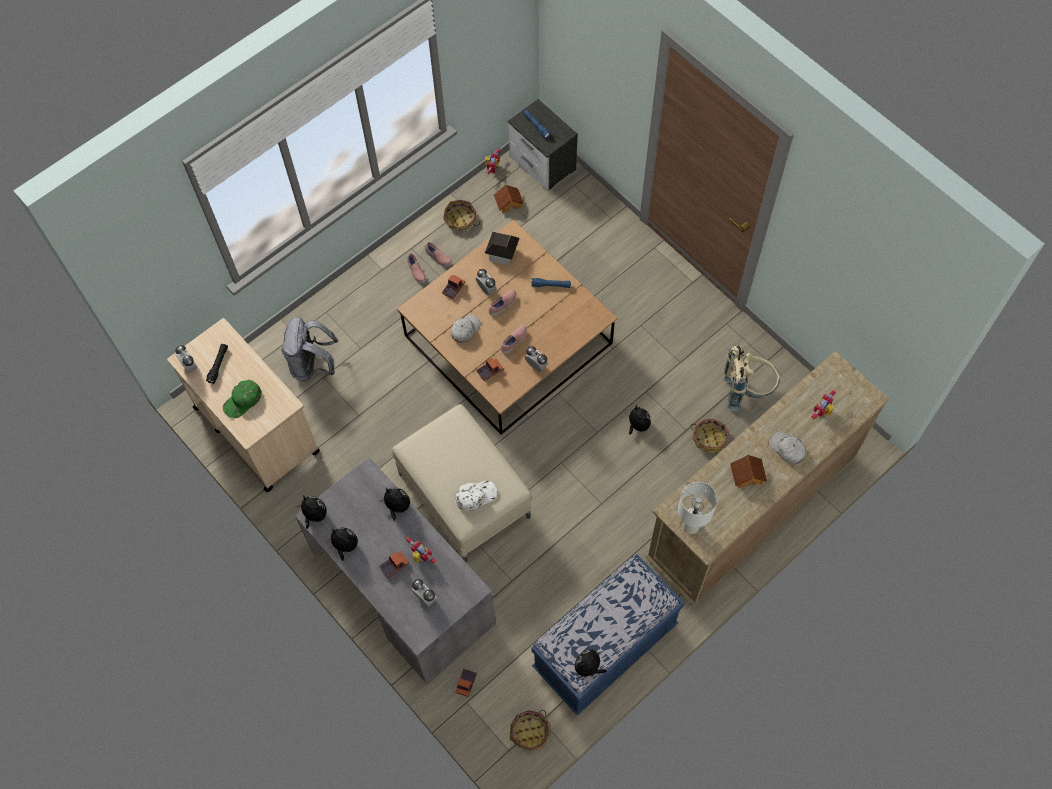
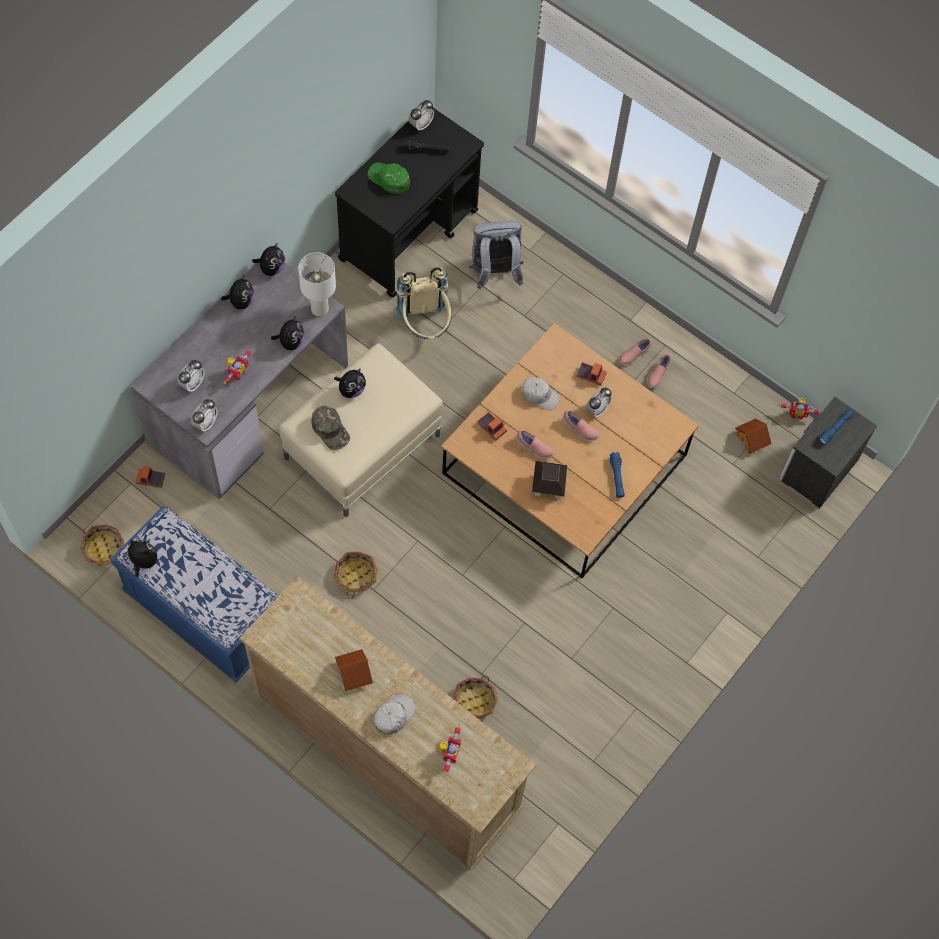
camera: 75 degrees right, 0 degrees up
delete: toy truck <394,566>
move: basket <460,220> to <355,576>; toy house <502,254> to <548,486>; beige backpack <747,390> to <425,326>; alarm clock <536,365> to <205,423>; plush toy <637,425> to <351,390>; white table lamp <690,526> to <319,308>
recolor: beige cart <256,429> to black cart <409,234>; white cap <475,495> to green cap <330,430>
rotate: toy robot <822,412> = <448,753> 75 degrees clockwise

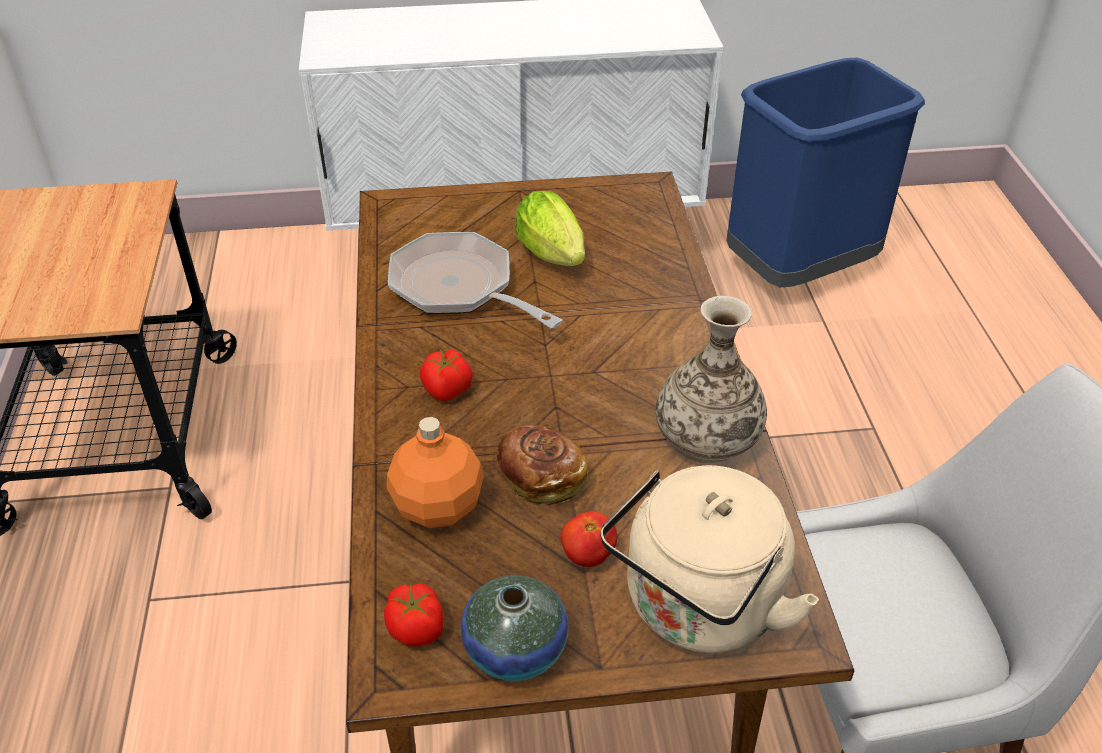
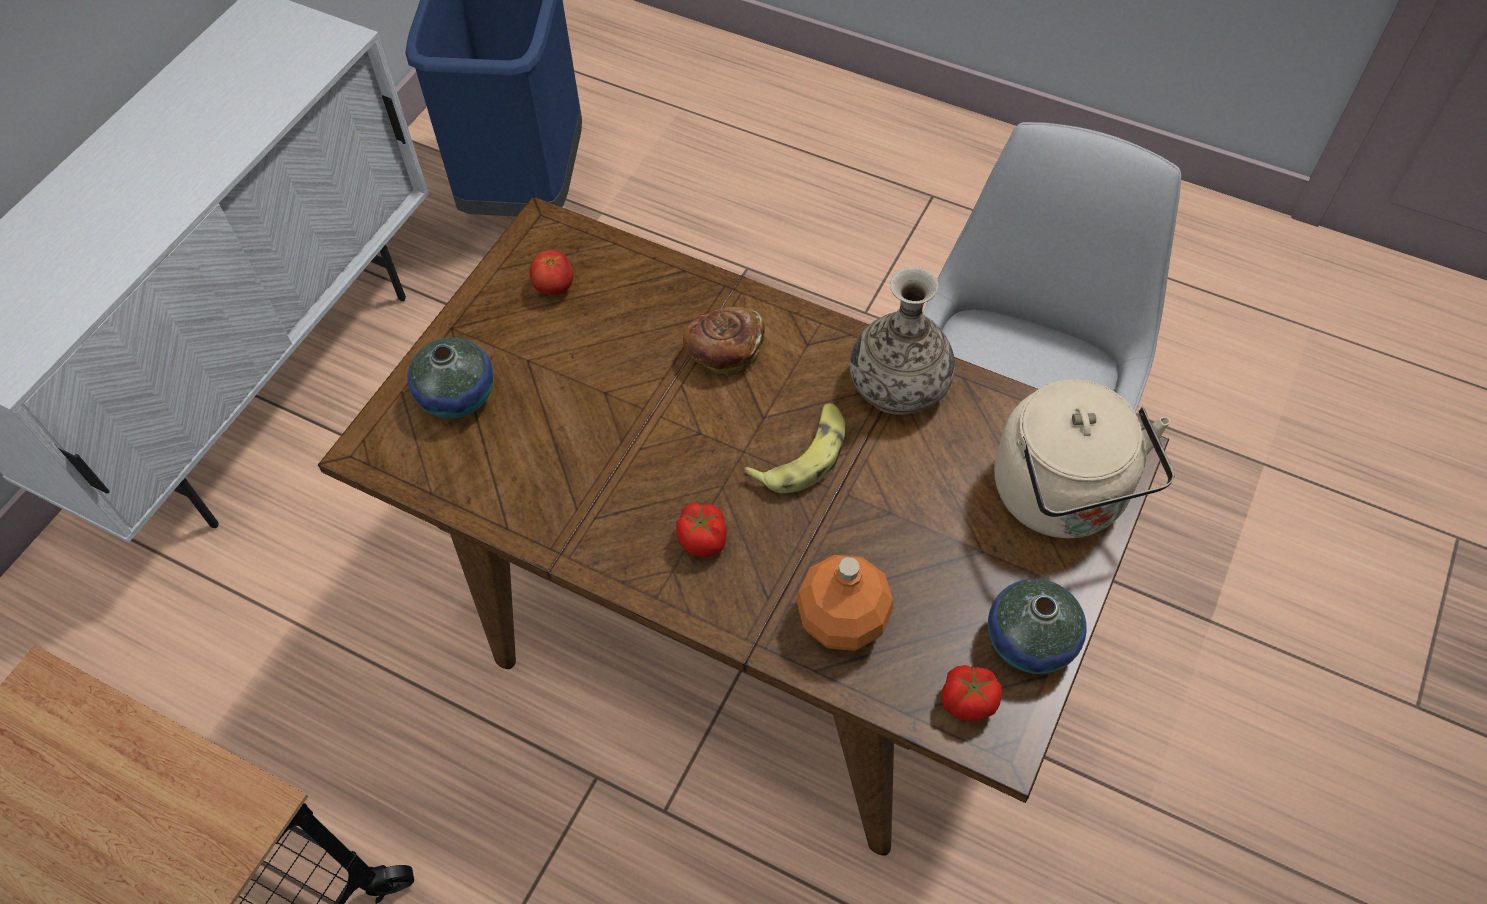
camera: 55 degrees left, 15 degrees up
delete: lettuce <554,257>; frying pan <459,288>
insert: vase <457,396>; banana <803,455>
move: bread <541,478> to <724,352>; tomato <588,555> to <554,287>

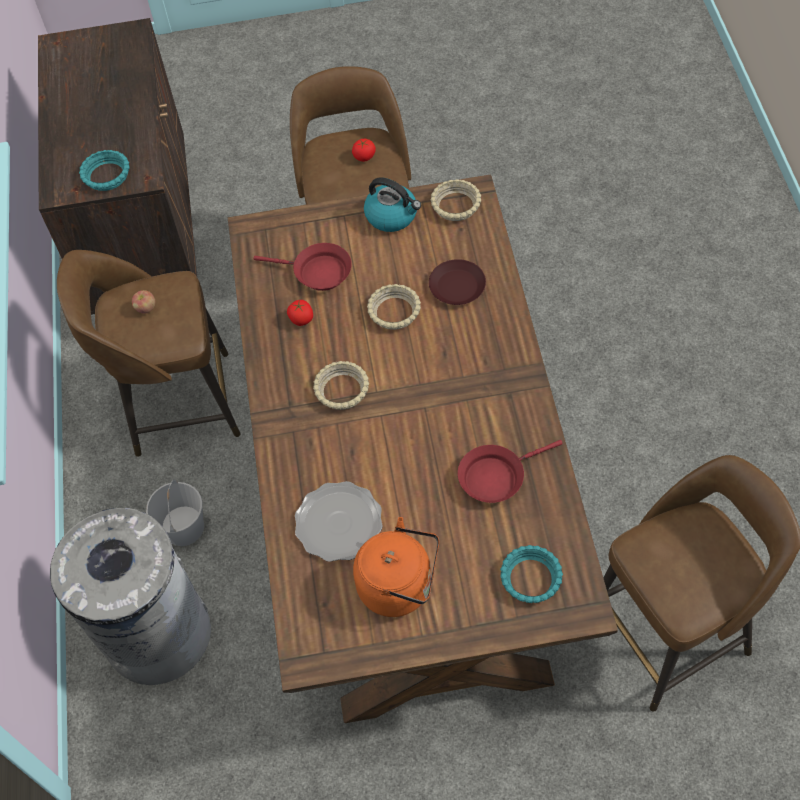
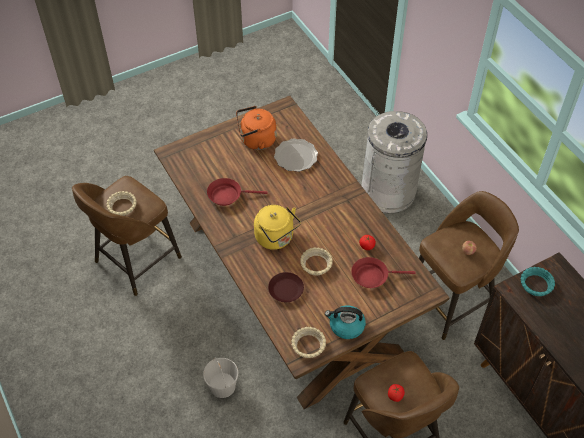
camera: 155 degrees right, 5 degrees down
delete: turquoise bowl <530,578>
insert: yellow kettle <276,238>
move: beige bowl <342,390> to <122,206>; white bucket <184,528> to <222,386>
rotate: red frying pan <496,476> = <228,195> 135 degrees counterclockwise

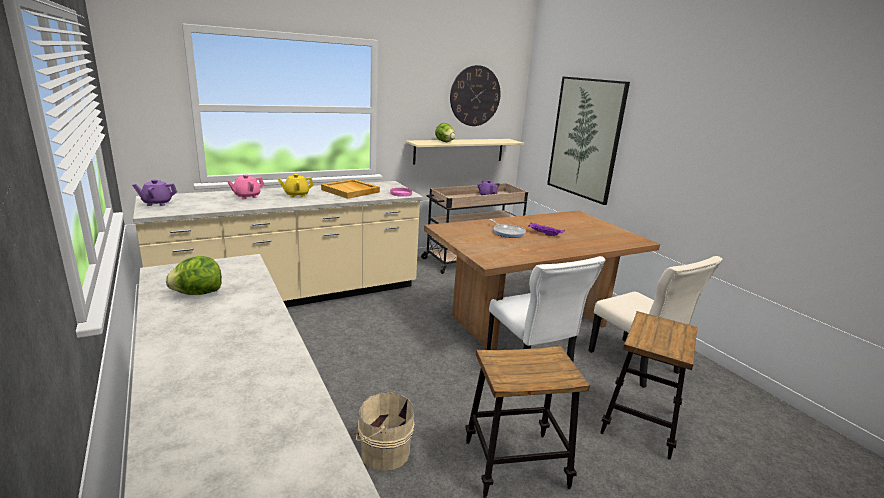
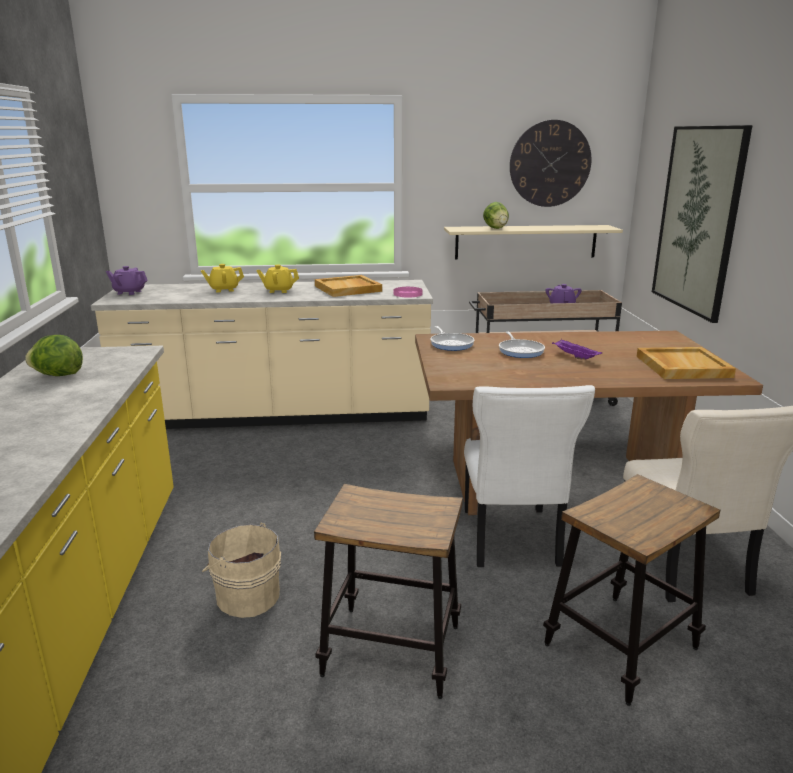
camera: 25 degrees right, 0 degrees up
insert: frying pan <451,344>; beige tray <682,366>
recolor: pink teapot <247,196> to yellow teapot <224,290>

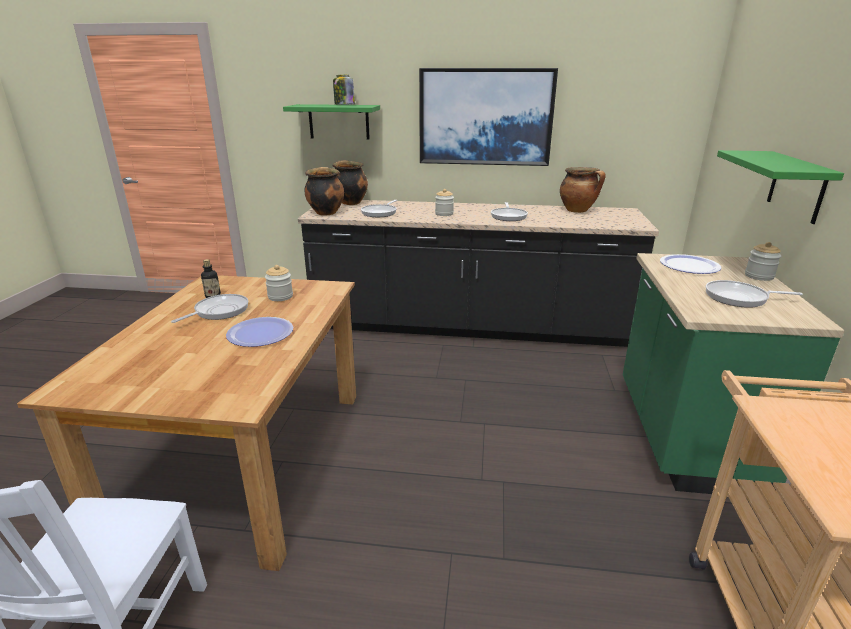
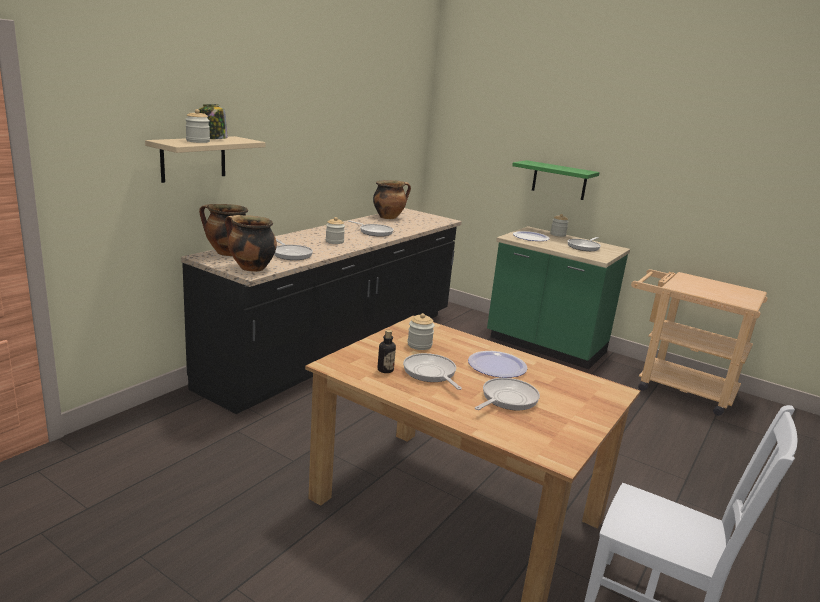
camera: 65 degrees left, 5 degrees down
delete: picture <485,117>
insert: jar <198,141>; frying pan <507,399>
recolor: green shelf <339,122> to beige shelf <193,158>

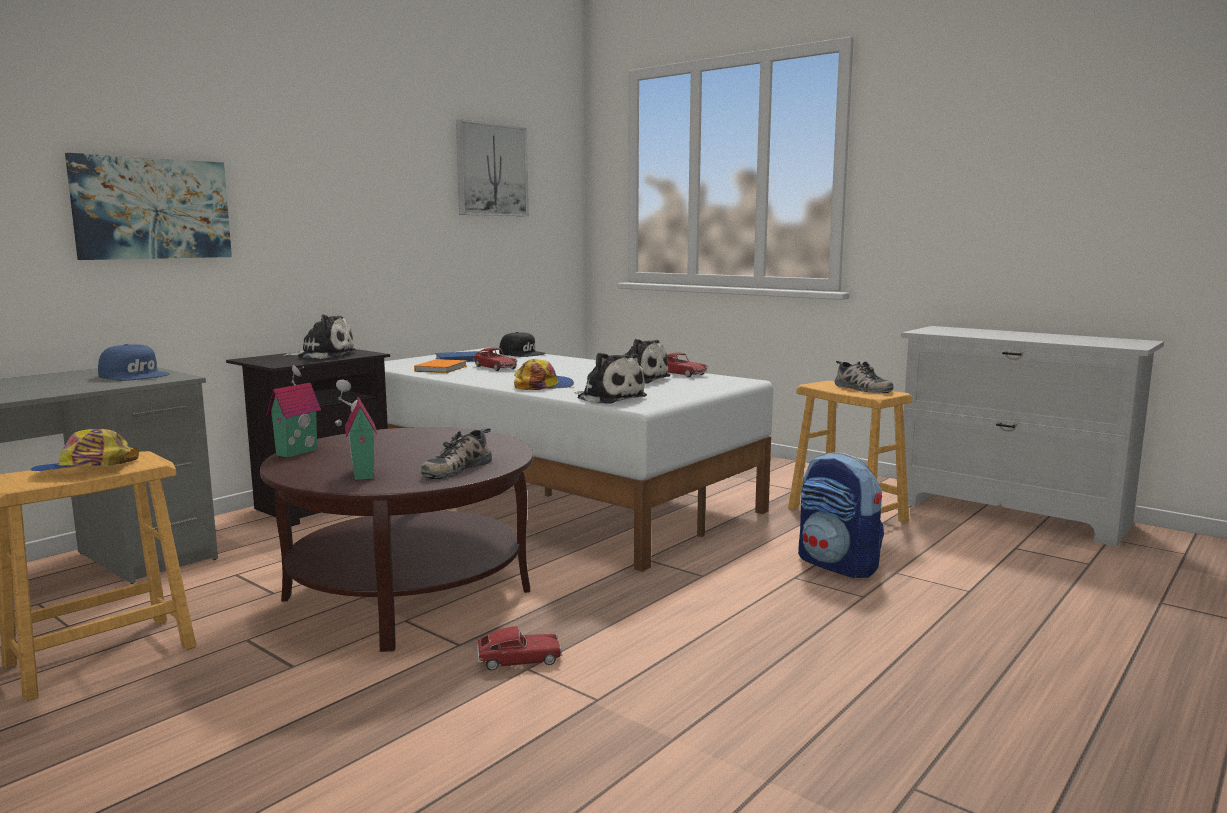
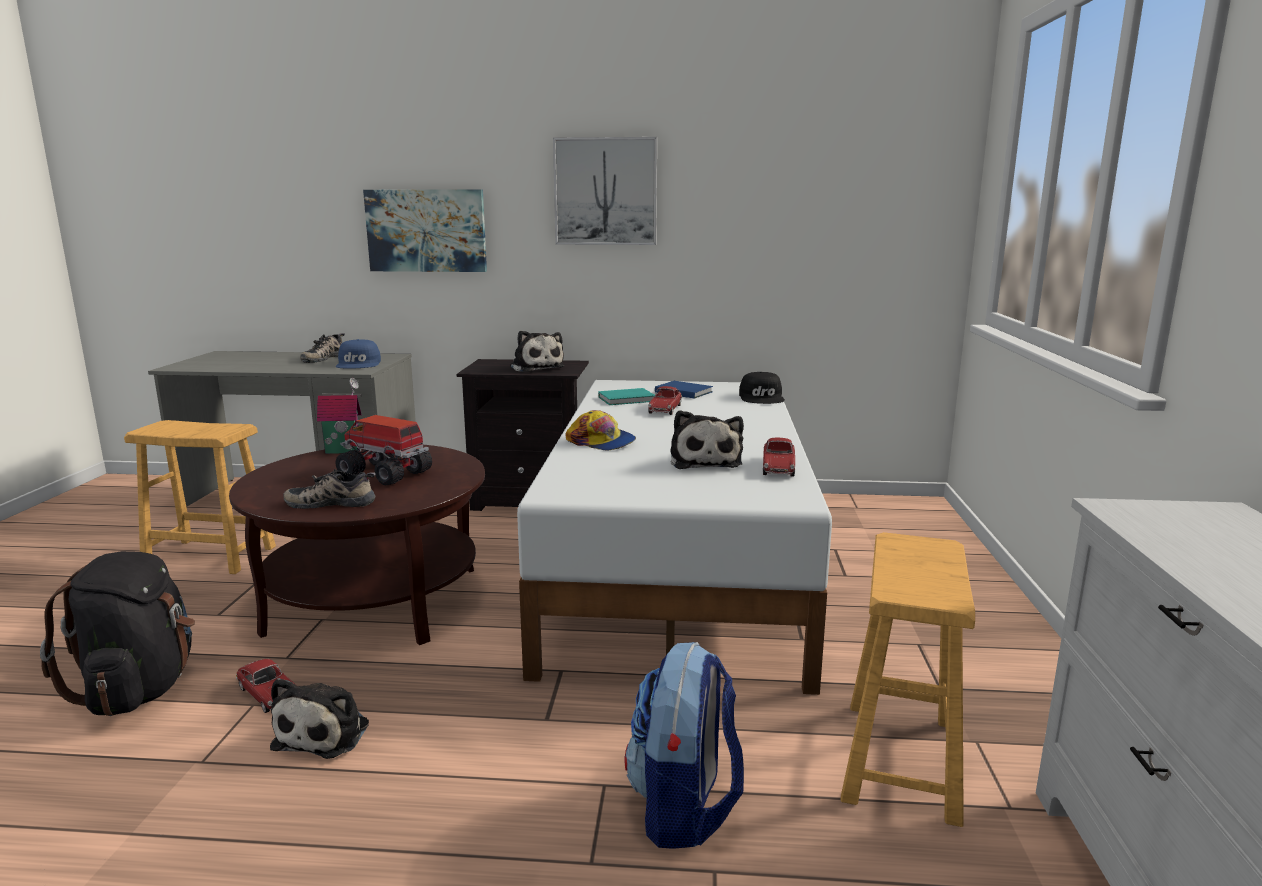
camera: 55 degrees right, 5 degrees up
delete: toy house <360,474>; cap <85,469>
insert: toy truck <386,474>; black backpack <139,689>
move: picture <491,170> to <605,191>; plush toy <609,398> to <326,733>; shoe <860,388> to <323,358>
recolor: orange book <442,368> to turquoise book <628,399>

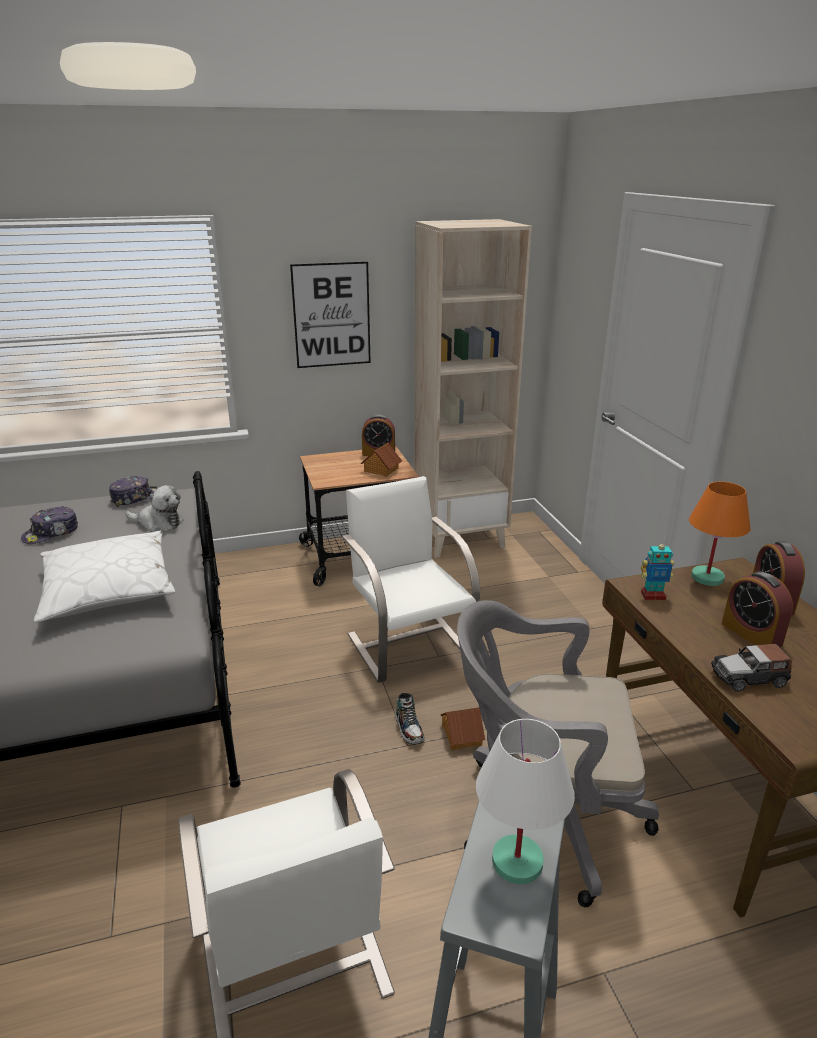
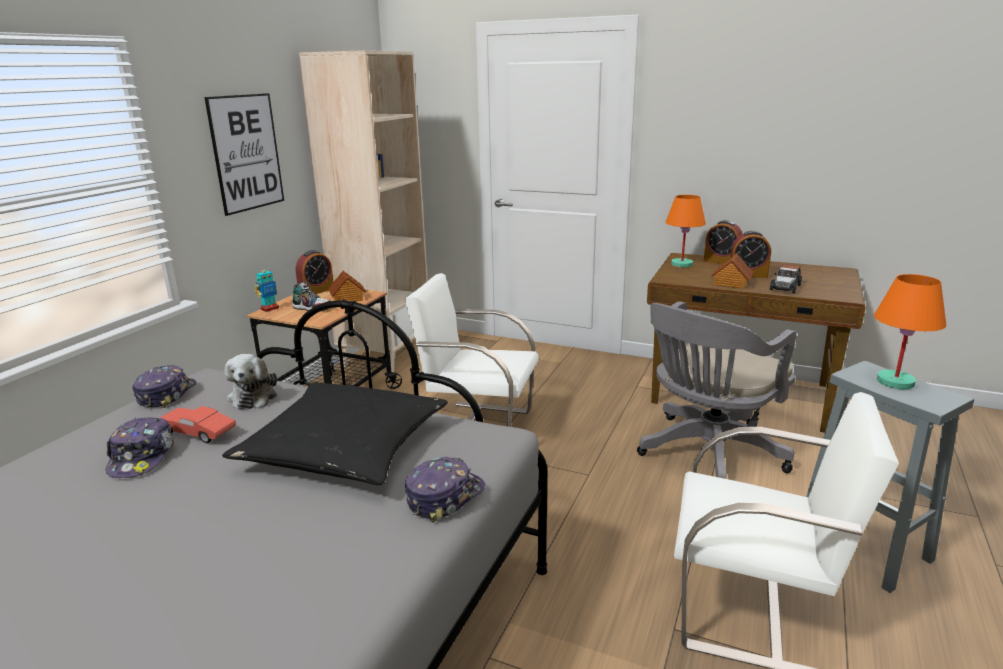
camera: 50 degrees left, 5 degrees down
insert: red toy car <198,432>; cap <445,496>
move: toy robot <653,595> to <269,309>; shoe <409,728> to <312,308>; toy house <461,735> to <730,283>
recolor: white pillow <108,589> to black pillow <344,448>; white table lamp <518,860> to orange table lamp <894,381>
rotate: plush toy <158,523> = <254,396> 120 degrees clockwise

